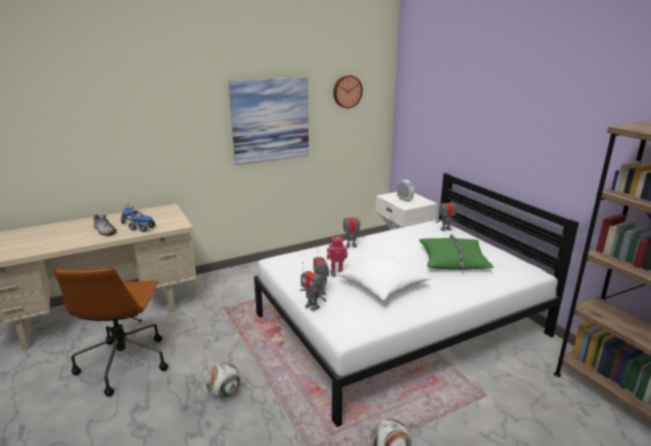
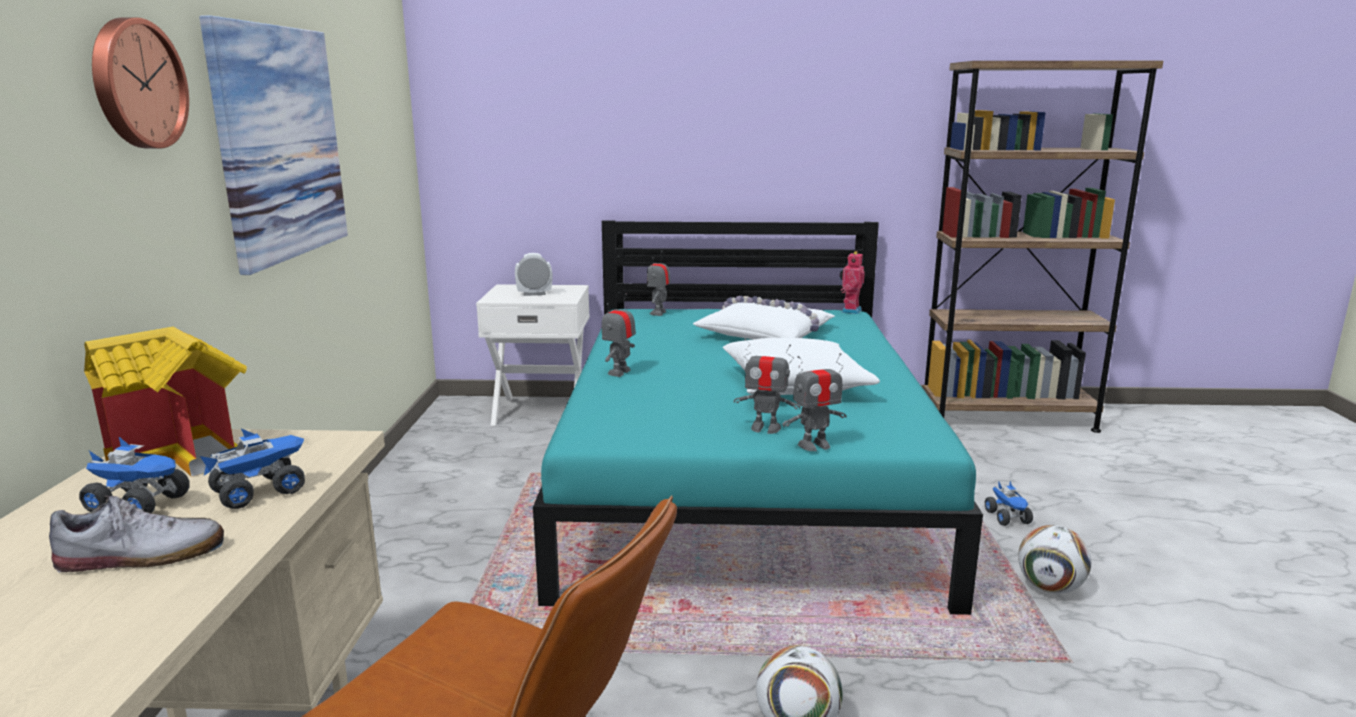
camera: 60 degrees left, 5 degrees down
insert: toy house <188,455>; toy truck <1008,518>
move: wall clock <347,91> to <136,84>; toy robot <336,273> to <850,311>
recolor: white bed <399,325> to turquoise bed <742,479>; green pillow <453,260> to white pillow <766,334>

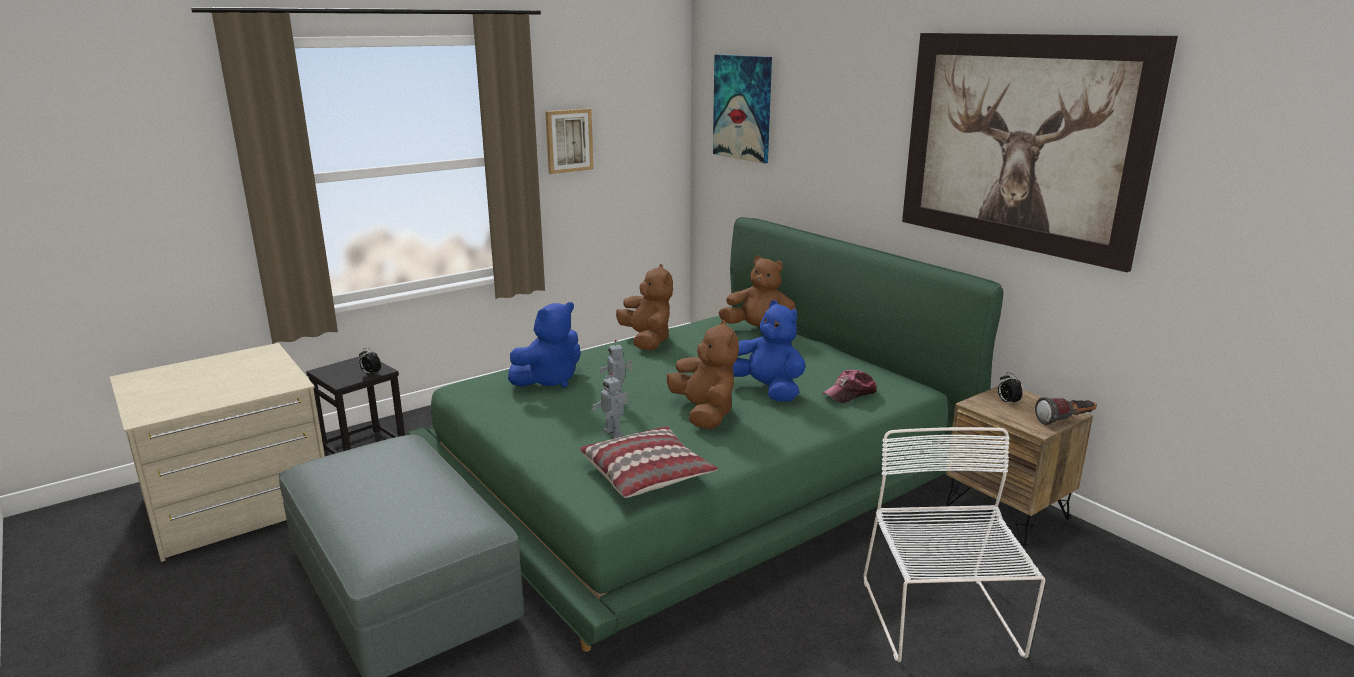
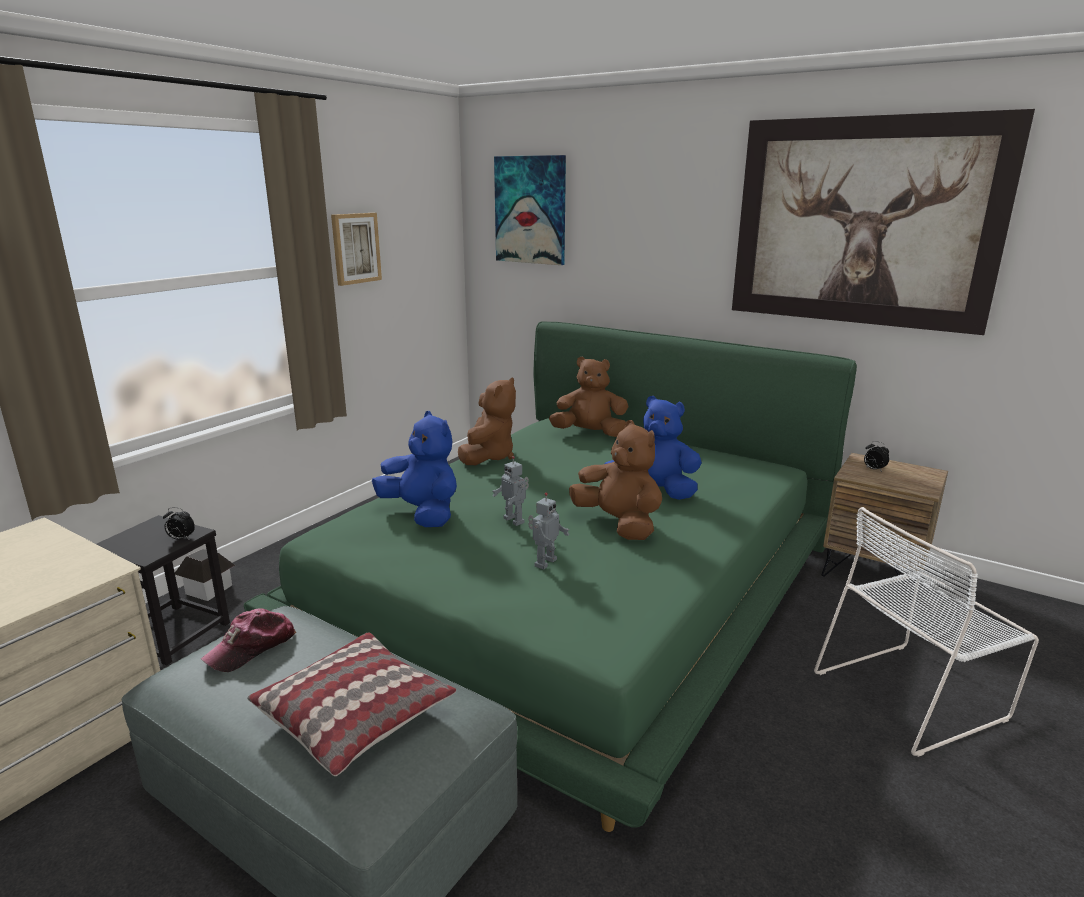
camera: 20 degrees left, 0 degrees up
delete: flashlight <1065,421>
insert: toy house <208,589>
move: cap <850,394> to <251,647>; pillow <647,474> to <355,714>
rotate: brown plush toy <647,341> = <488,456> 60 degrees clockwise; blue plush toy <549,380> = <422,513> 75 degrees counterclockwise; toy robot <614,433> = <544,562> 90 degrees counterclockwise; white chair <941,621> = <913,694> 90 degrees counterclockwise

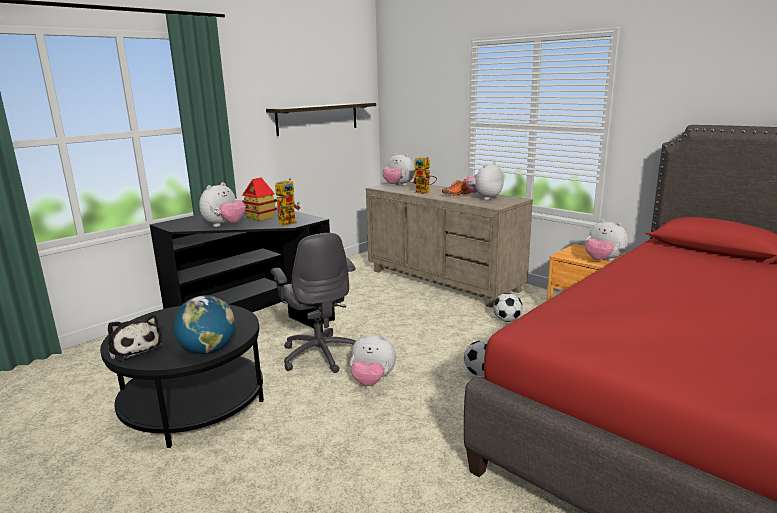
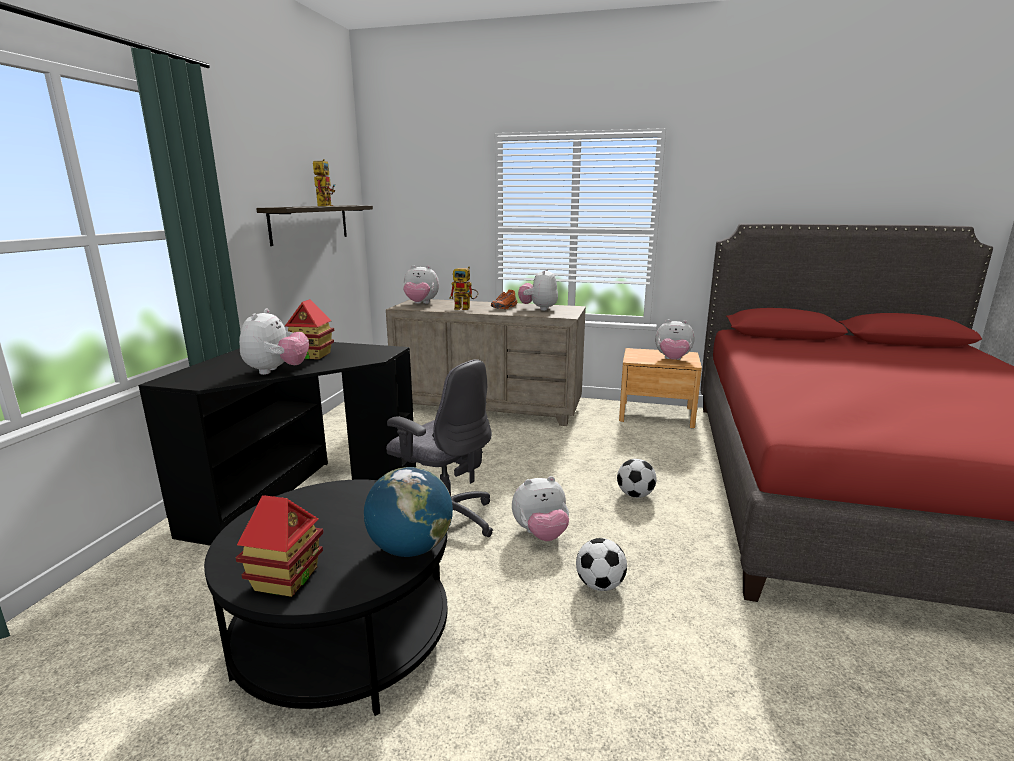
camera: 30 degrees left, 0 degrees up
move: toy robot <289,222> to <325,206>; football <507,320> to <599,585>
replace: plush toy <134,348> to toy house <286,578>

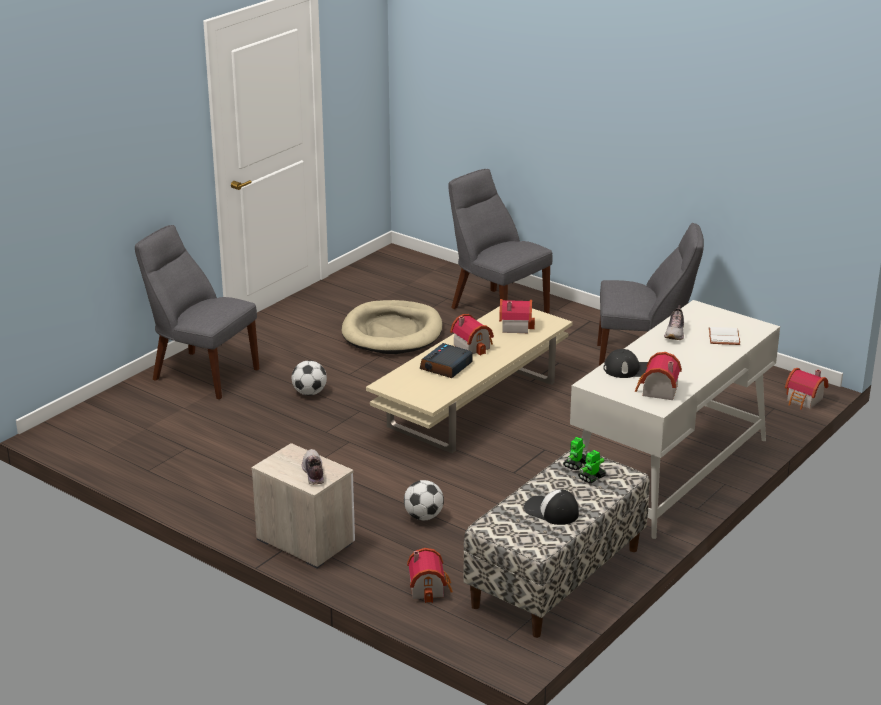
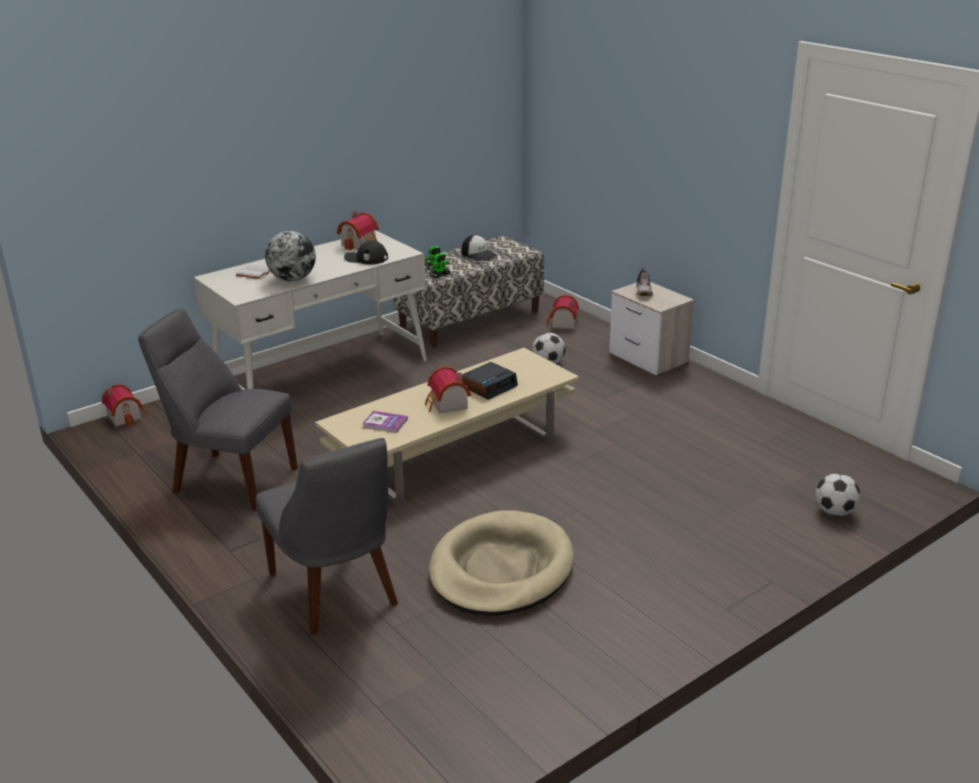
camera: 165 degrees left, 0 degrees up
delete: grey chair <201,373>
move: football <309,393> to <834,512>
replace: toy house <514,326> to book <385,423>; shoe <675,333> to globe <292,279>

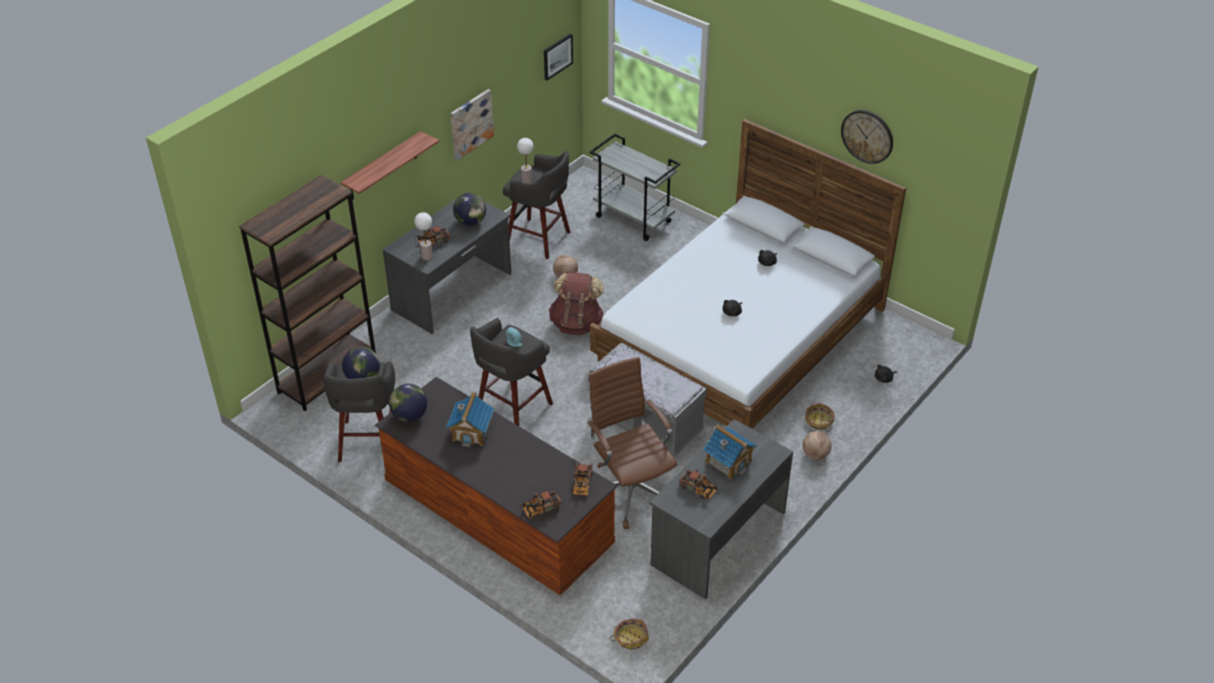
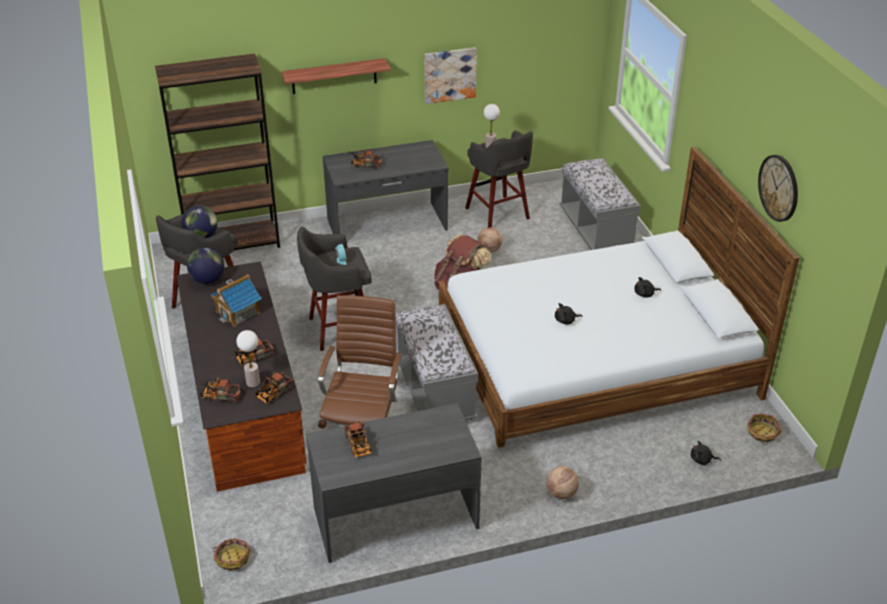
camera: 35 degrees right, 5 degrees down
delete: picture <557,56>; globe <470,222>; toy house <728,461>
insert: toy truck <252,358>
move: table lamp <427,257> to <252,382>; basket <818,421> to <762,433>
replace: grey cart <634,219> to grey bench <596,230>

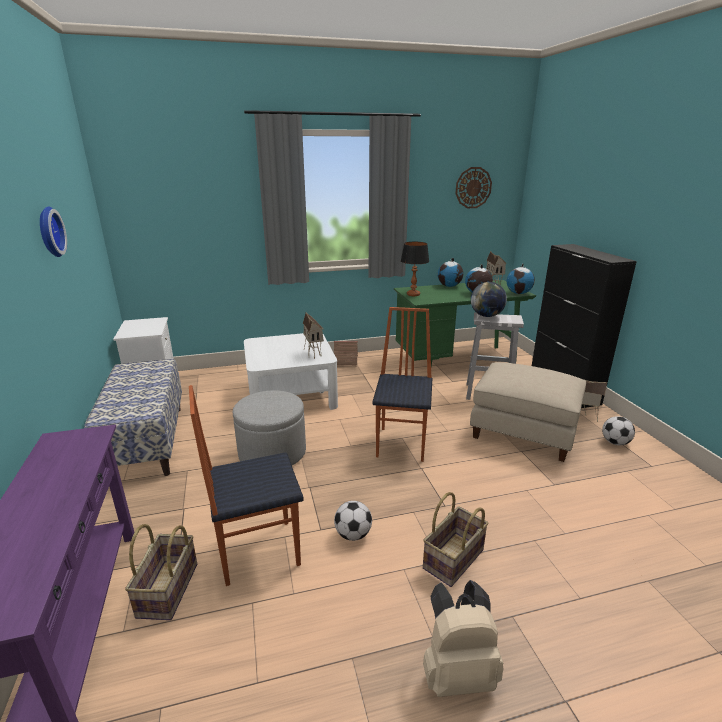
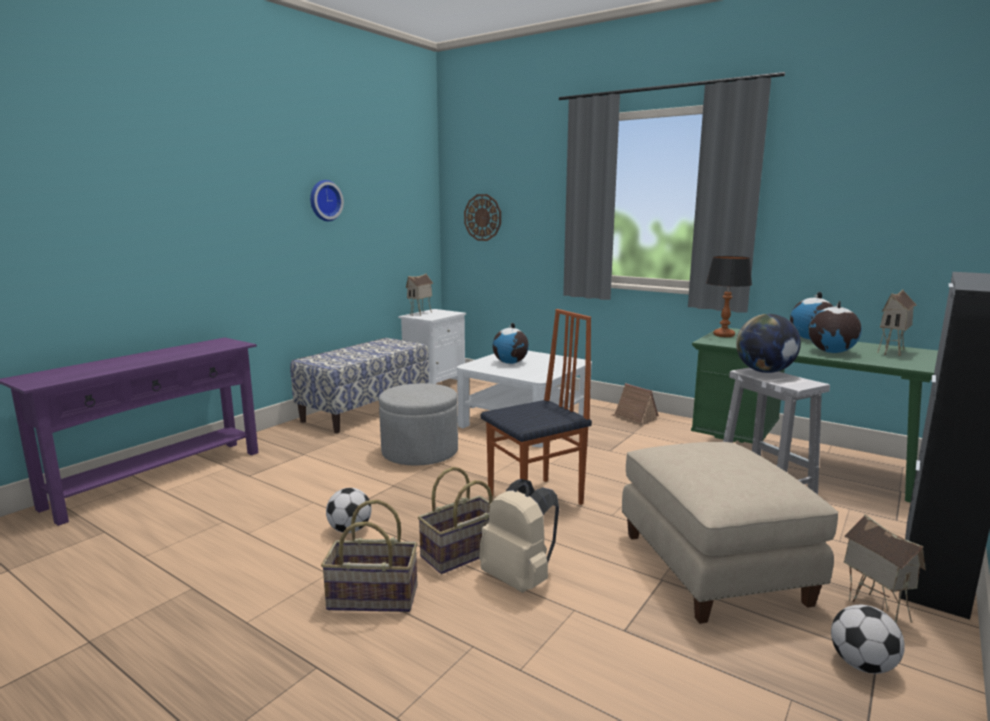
camera: 50 degrees right, 10 degrees down
delete: chair <258,550>
move: wall clock <473,187> to <482,217>; globe <518,293> to <510,363>; toy house <313,353> to <421,314>; basket <169,590> to <461,554>; beige backpack <457,672> to <520,579>

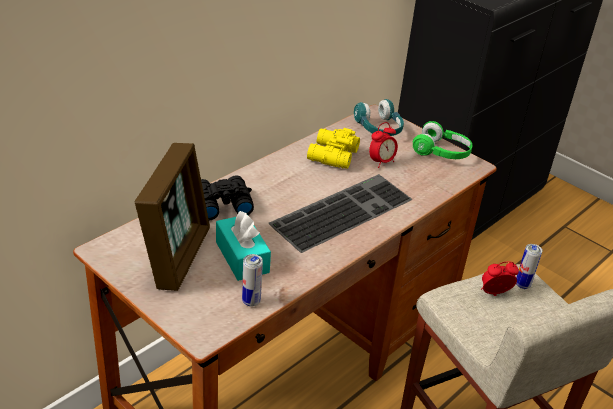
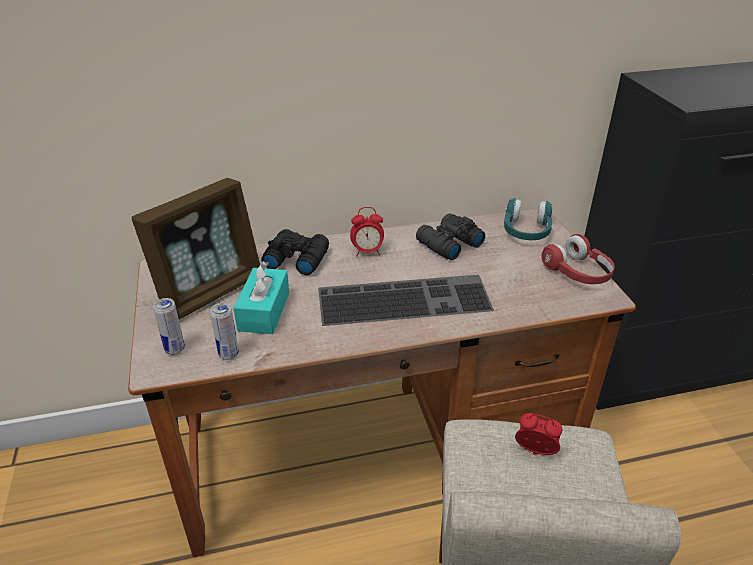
camera: 35 degrees right, 0 degrees up
move: alarm clock <381,162> to <367,252>; can <522,285> to <175,349>
recolor: green headphones <441,152> to red headphones <578,273>; yellow binoculars <331,155> to black binoculars <447,244>

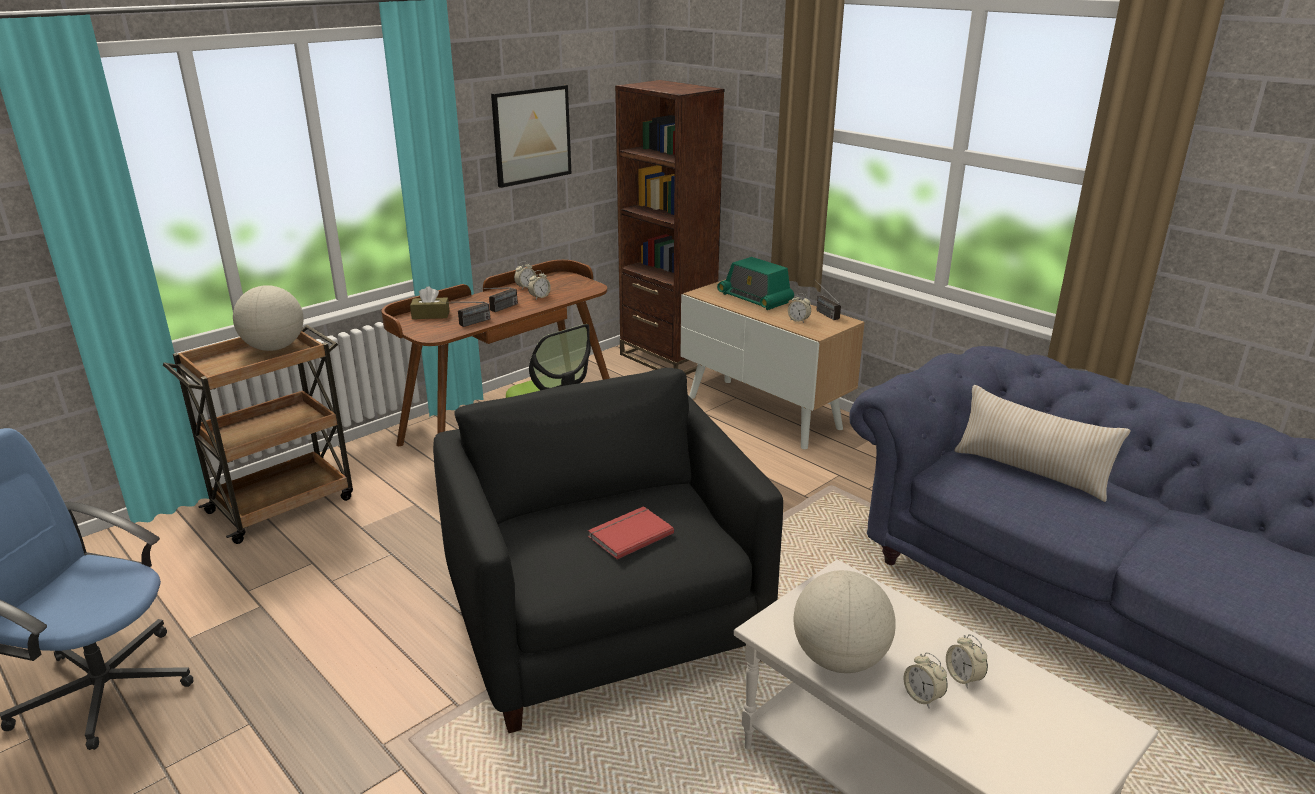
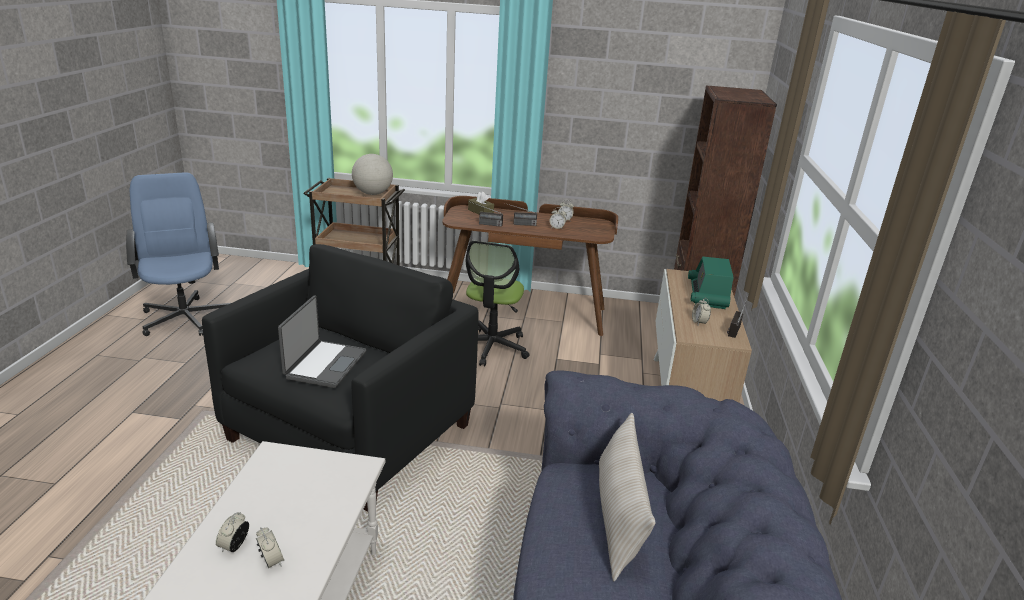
camera: 50 degrees right, 0 degrees up
delete: picture <531,135>; globe <839,659>
replace: red book <629,534> to laptop <324,364>
rotate: alarm clock <963,678> = <271,561> 120 degrees clockwise

